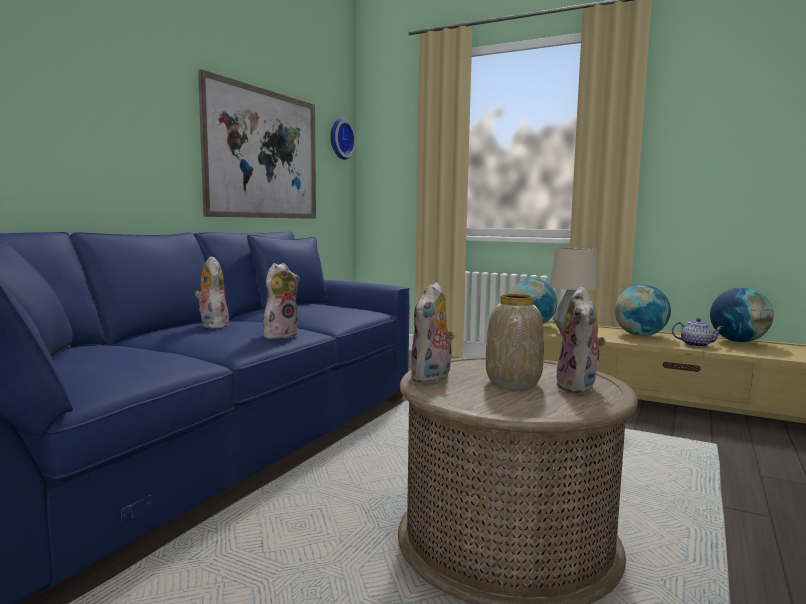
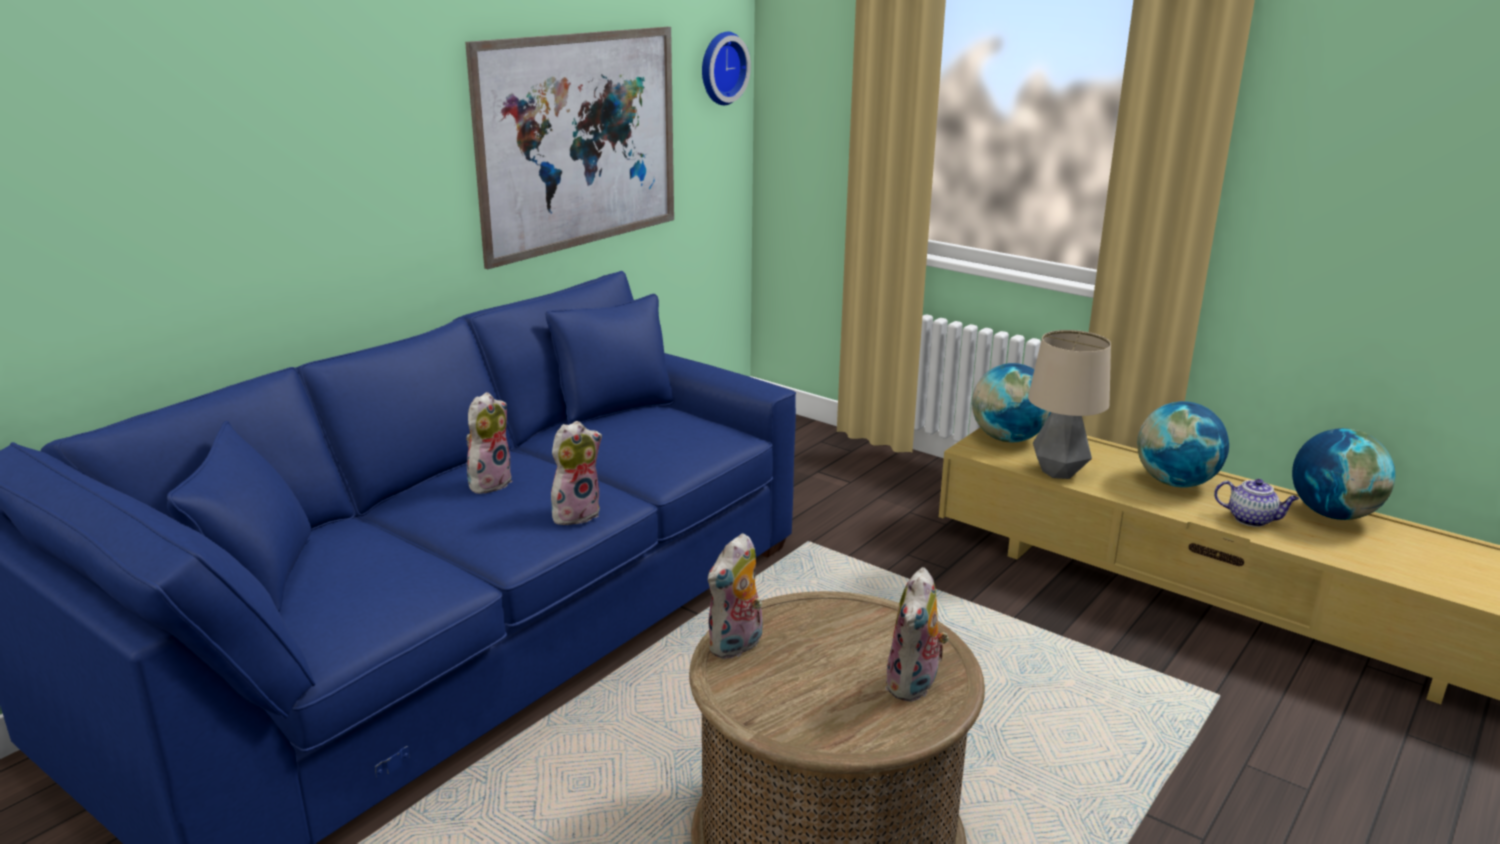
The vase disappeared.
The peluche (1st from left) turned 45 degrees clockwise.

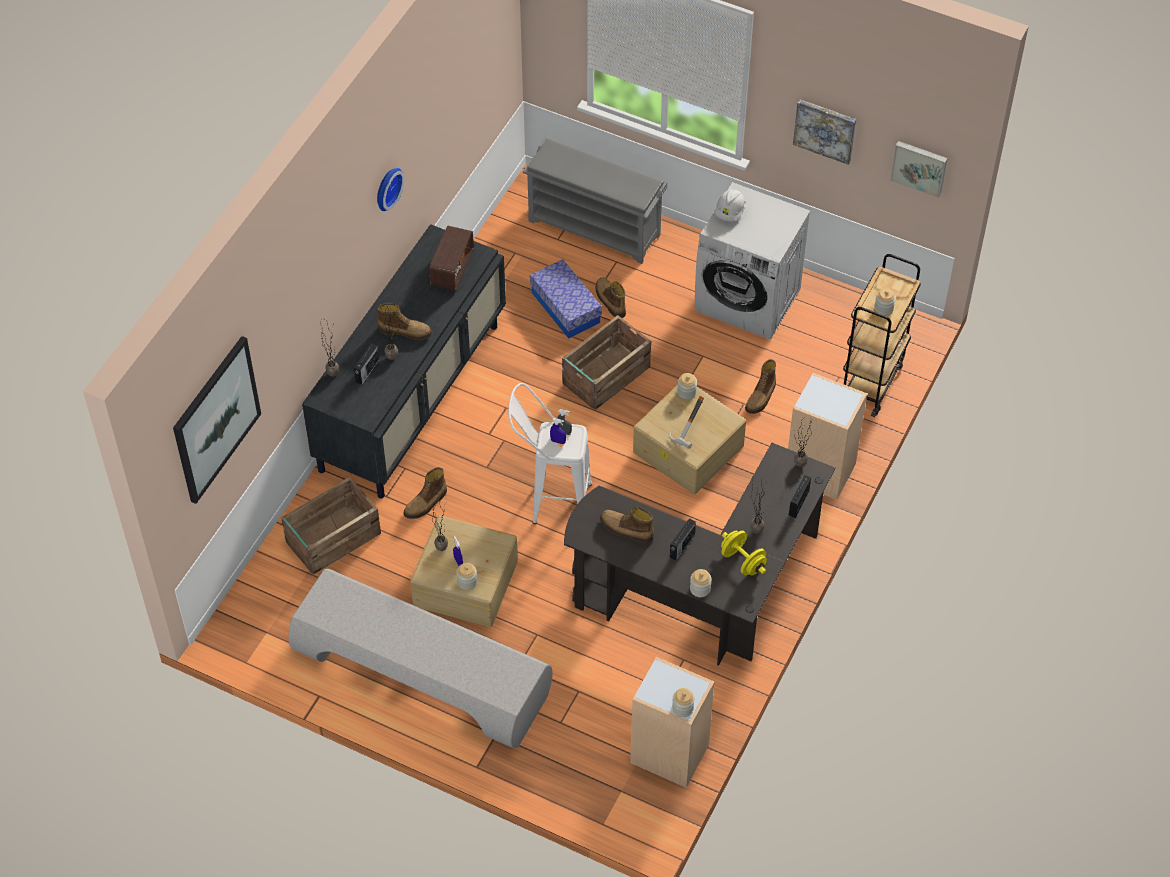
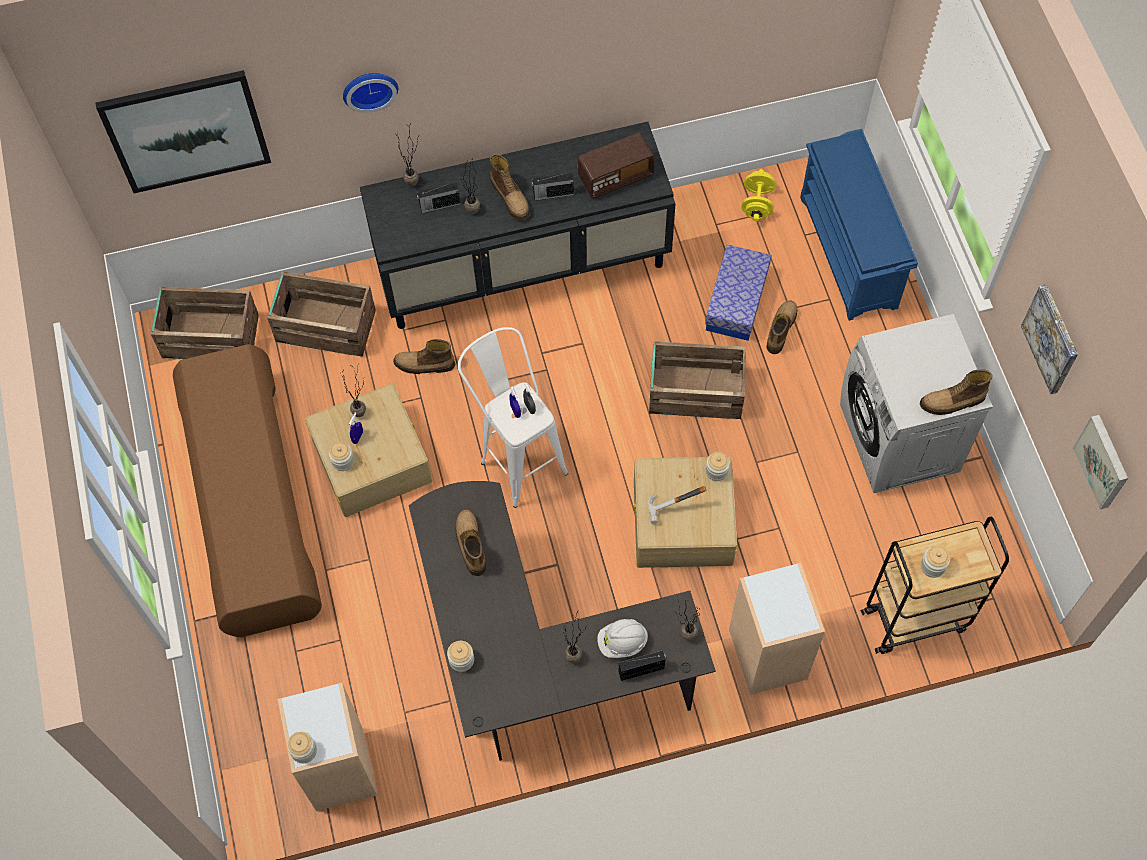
The caisse (1st from left) appeared.
The horloge murale moved.
The radio (3rd from left in the first image) moved.
The casque de chantier (blanc) moved.
The haltère (jaune) moved.
The botte (5th from left) moved.
The banc (gris) became the banc (marron).
The étagère à chaussures (gris) became the étagère à chaussures (bleu).

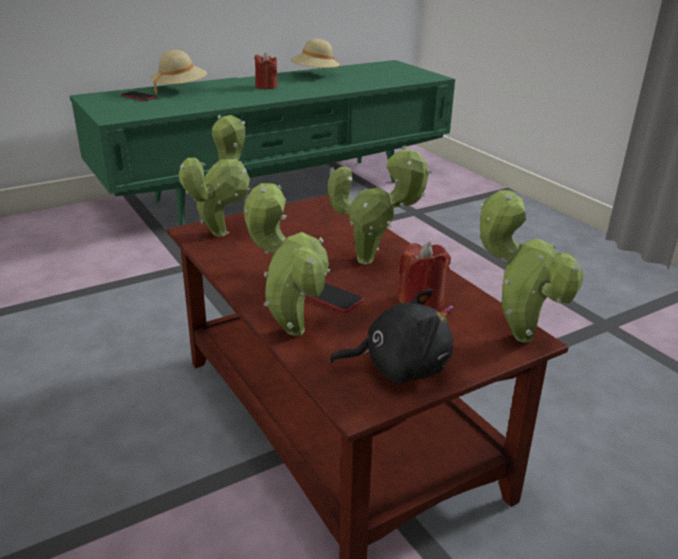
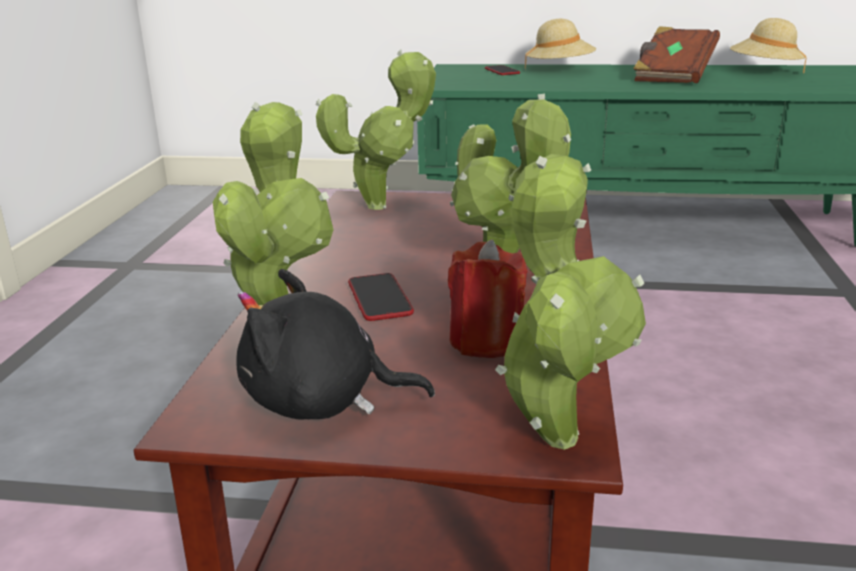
The bougie (rouge) (1st from left) was replaced by the livre (marron).
The peluche (noir) turned 150 degrees clockwise.

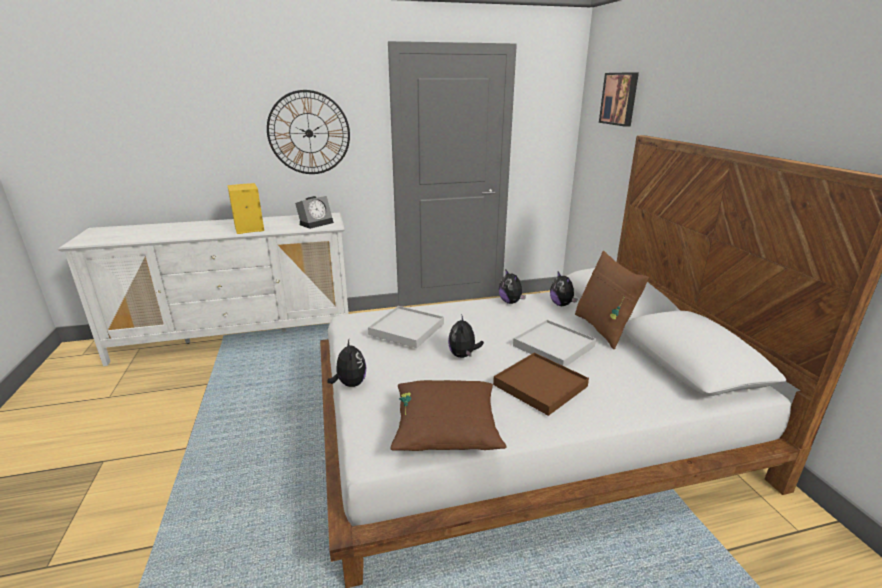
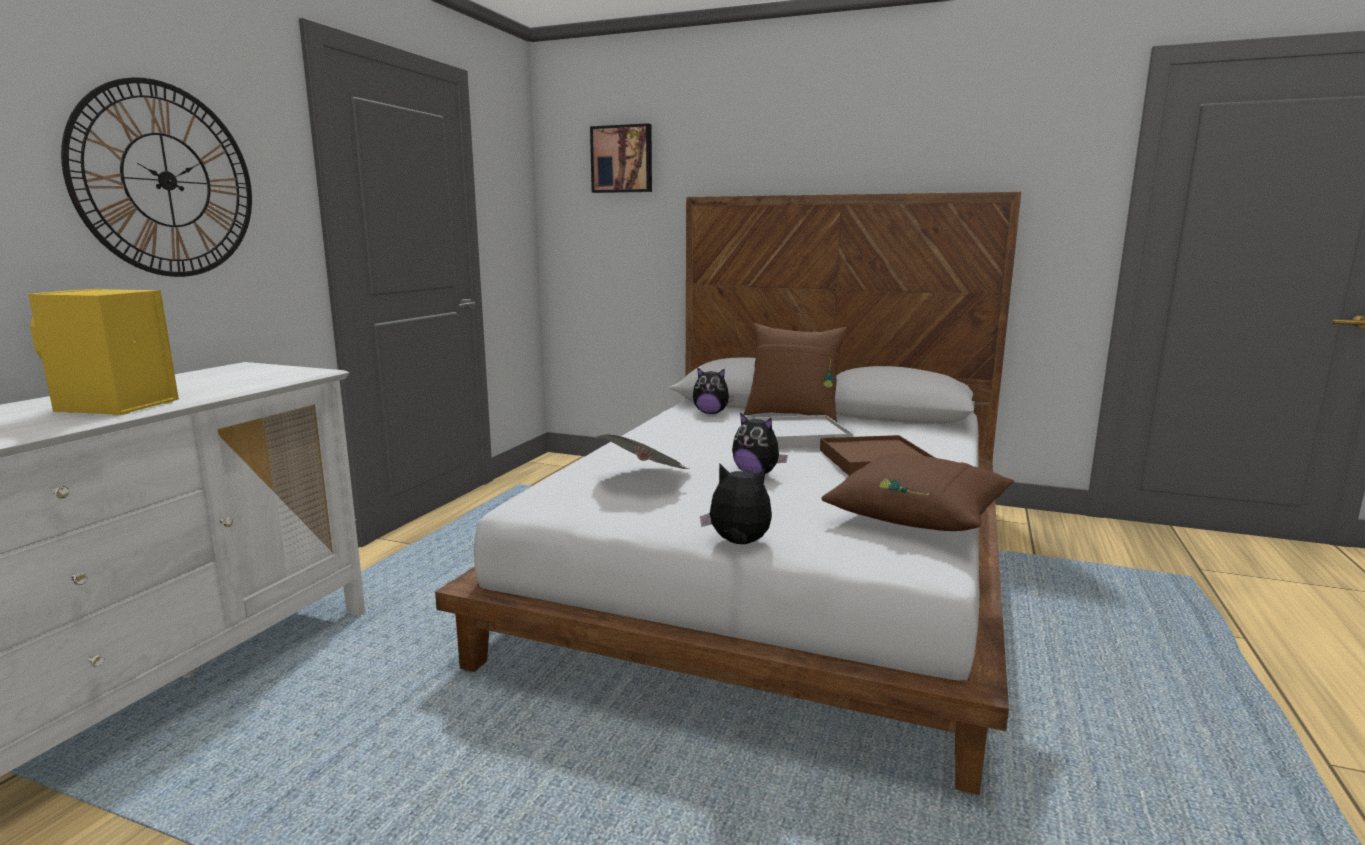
The réveil disappeared.
The peluche (3rd from left) disappeared.
The plateau (blanc) (1st from left) was replaced by the journal.

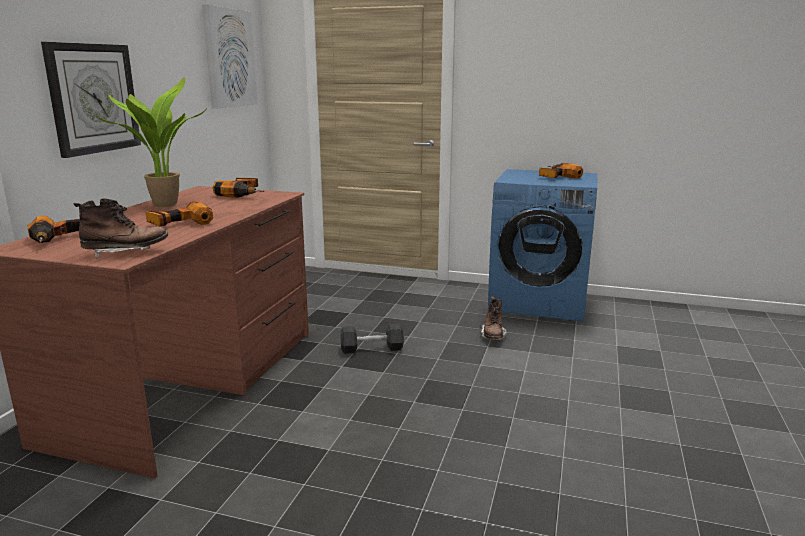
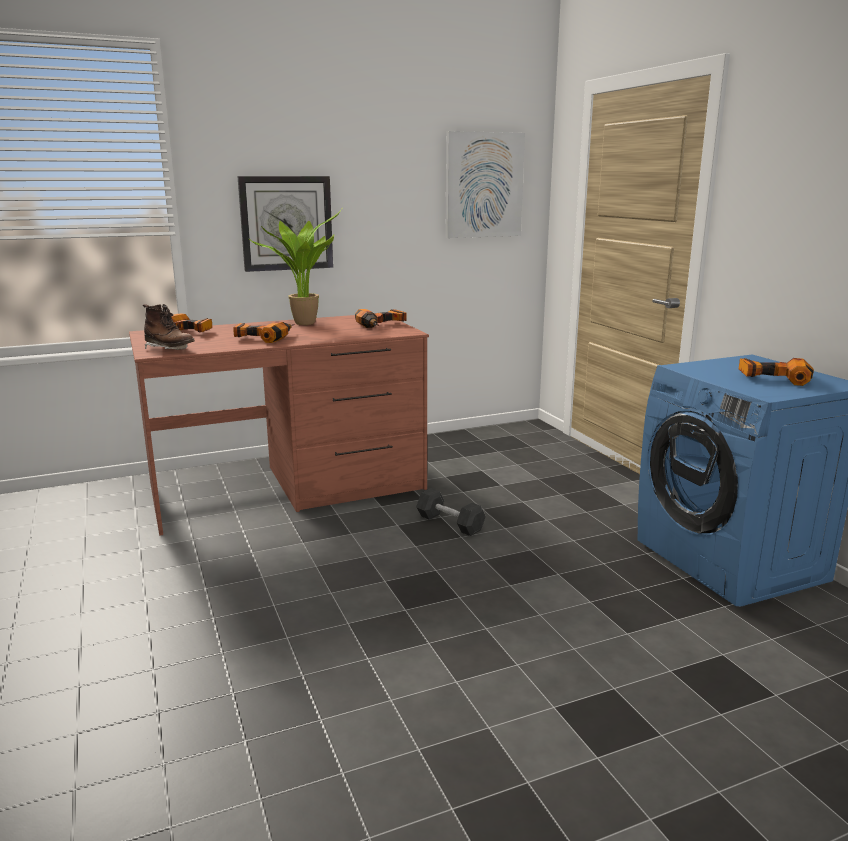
The botte (marron) (2nd from left) disappeared.

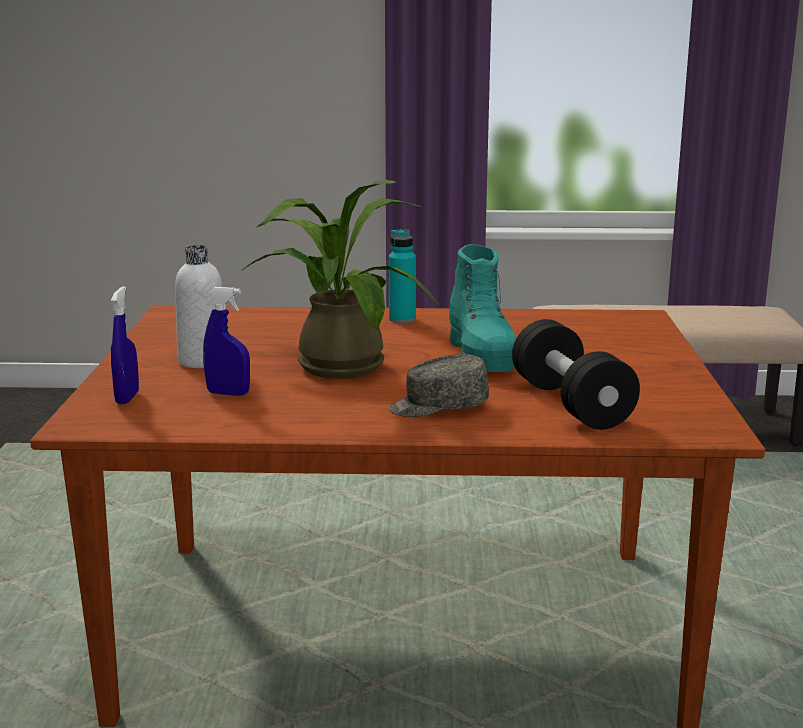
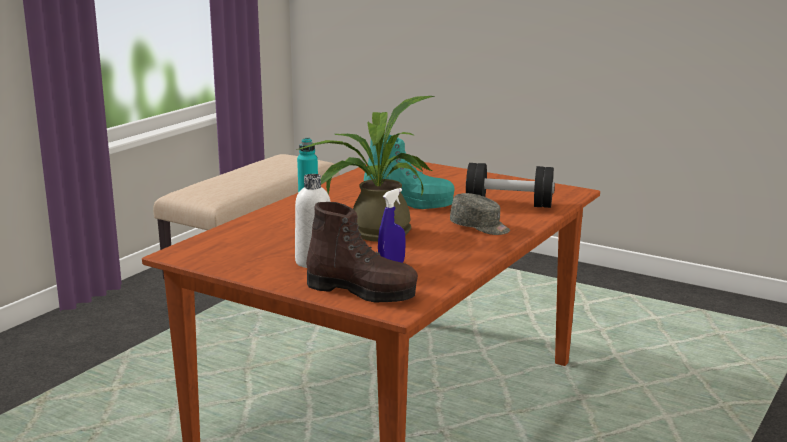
The vaporisateur (bleu) (1st from left) was replaced by the botte (marron).
The casquette (gris) turned 75 degrees counterclockwise.

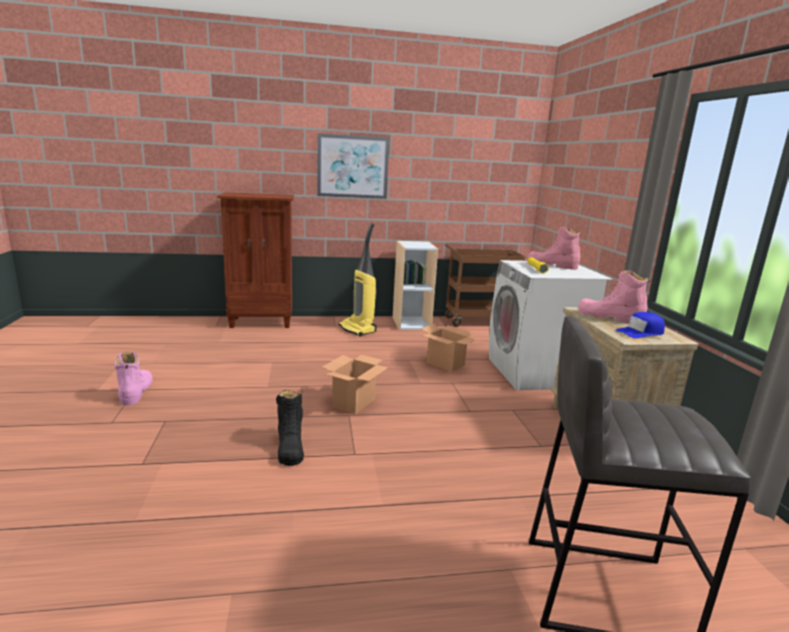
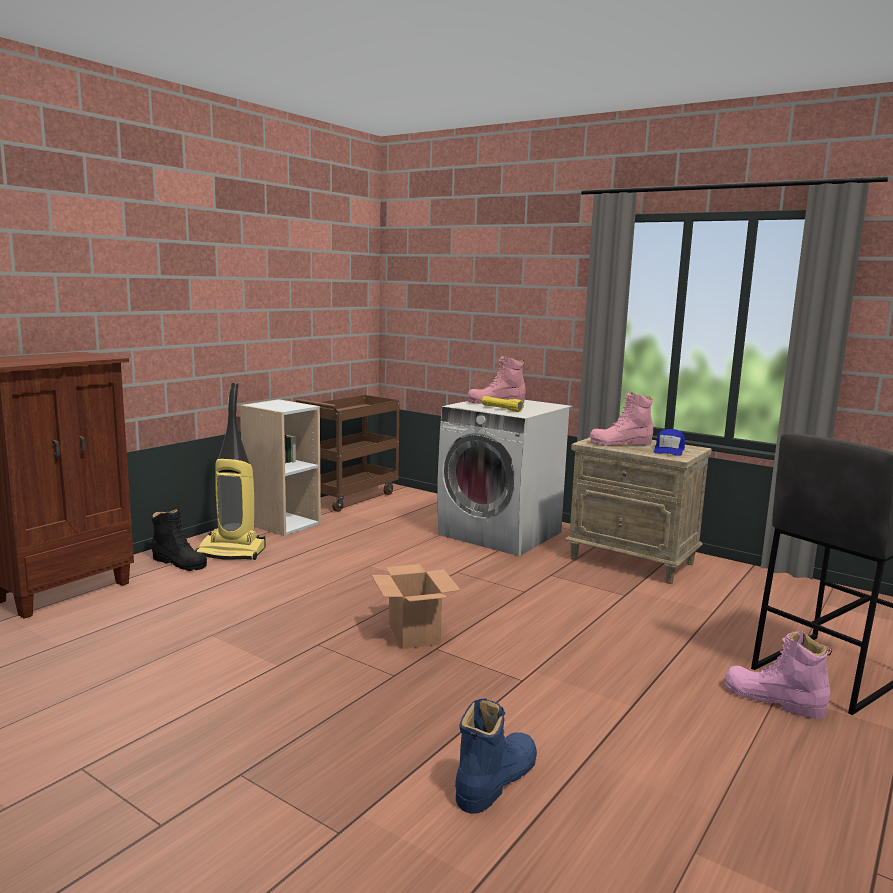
The tableau disappeared.
The carton (2nd from left) disappeared.
The botte (bleu) appeared.
The botte (rose) (1st from left in the first image) moved.
The botte (noir) moved.

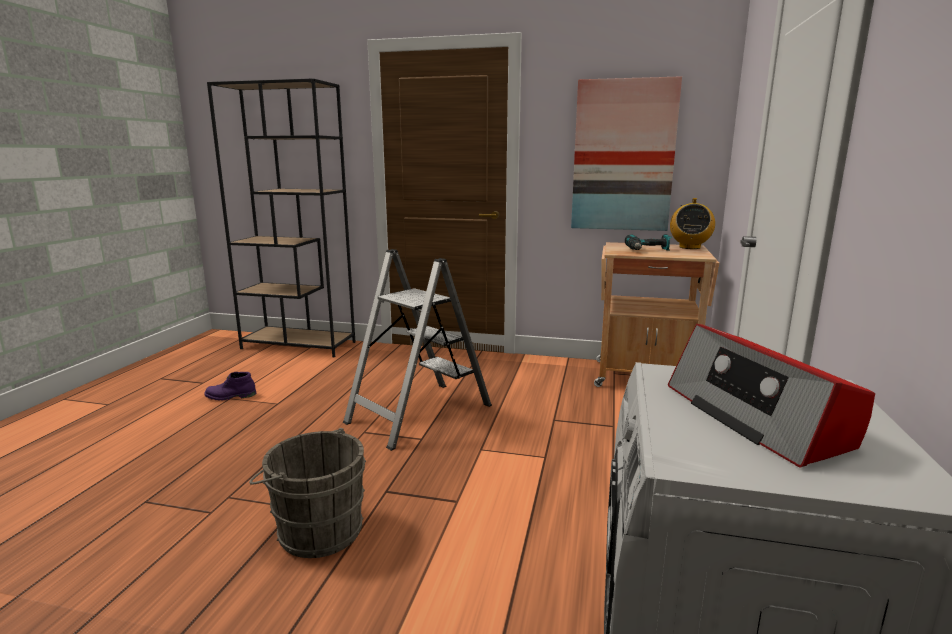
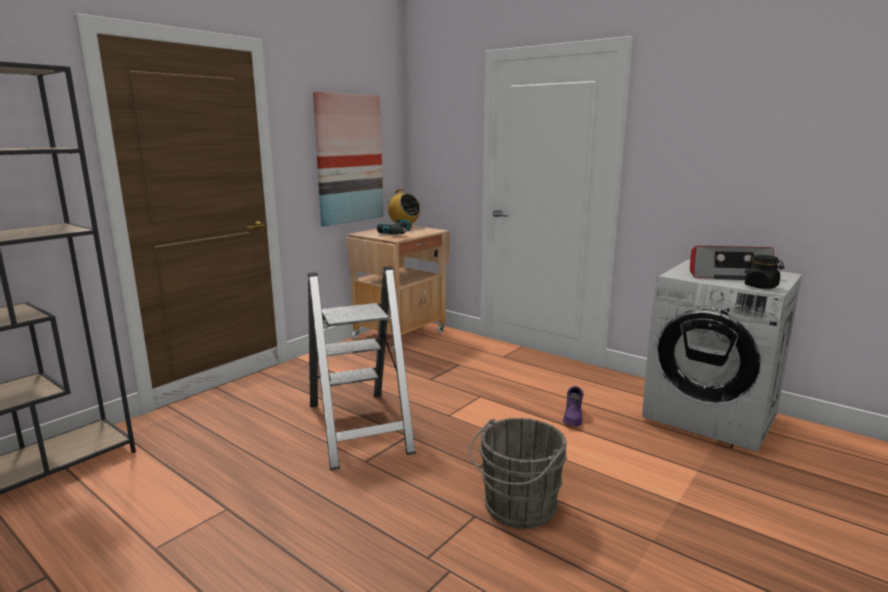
The bocal (noir) appeared.
The botte (violet) moved.

